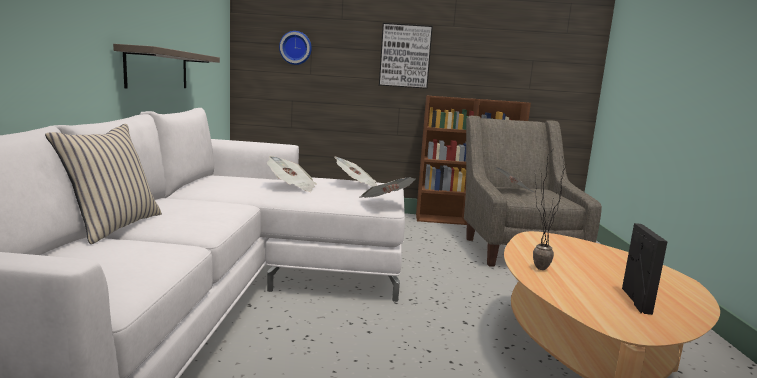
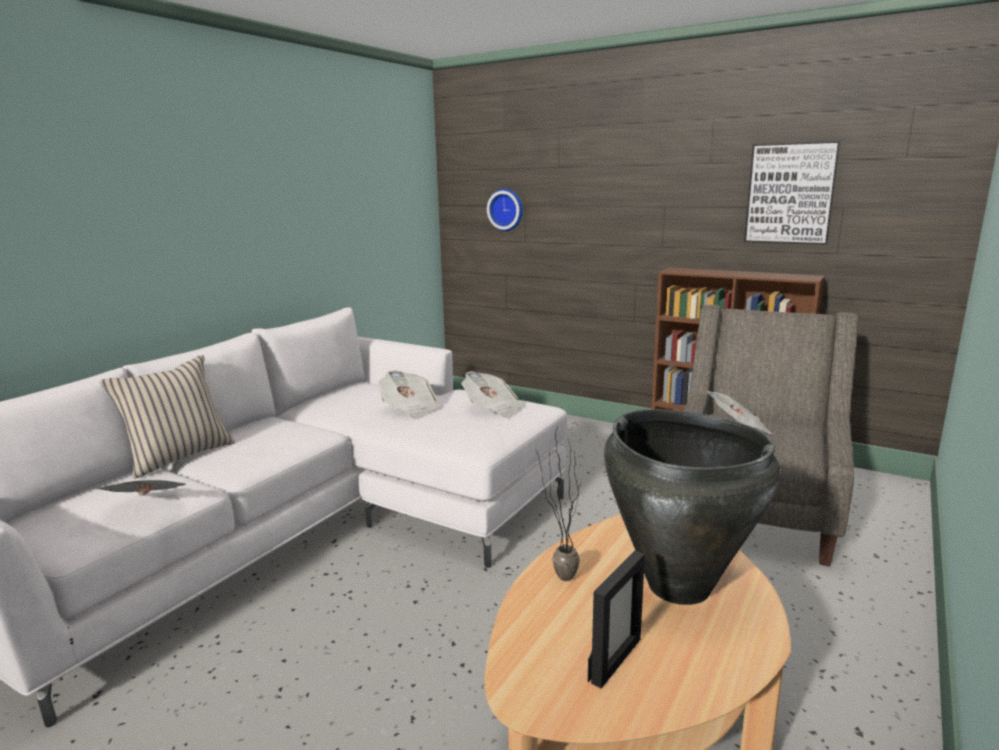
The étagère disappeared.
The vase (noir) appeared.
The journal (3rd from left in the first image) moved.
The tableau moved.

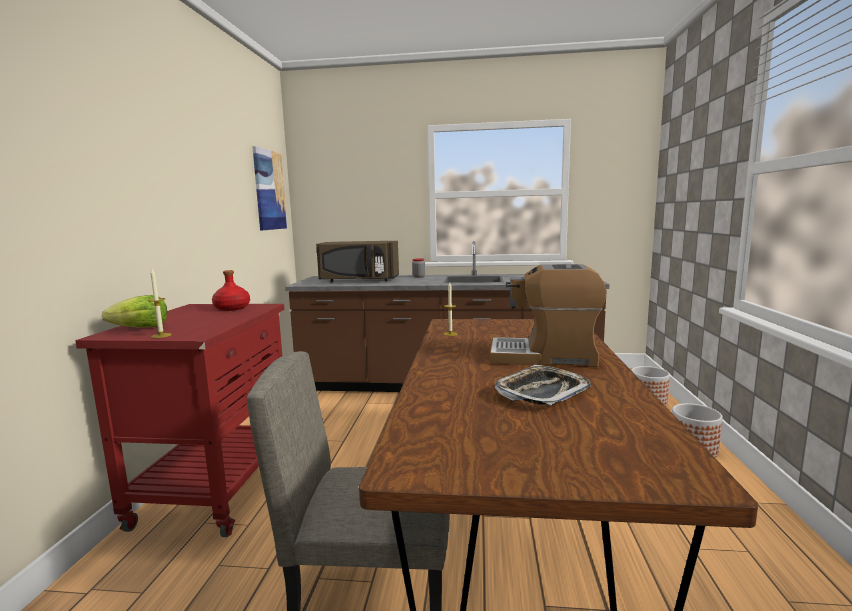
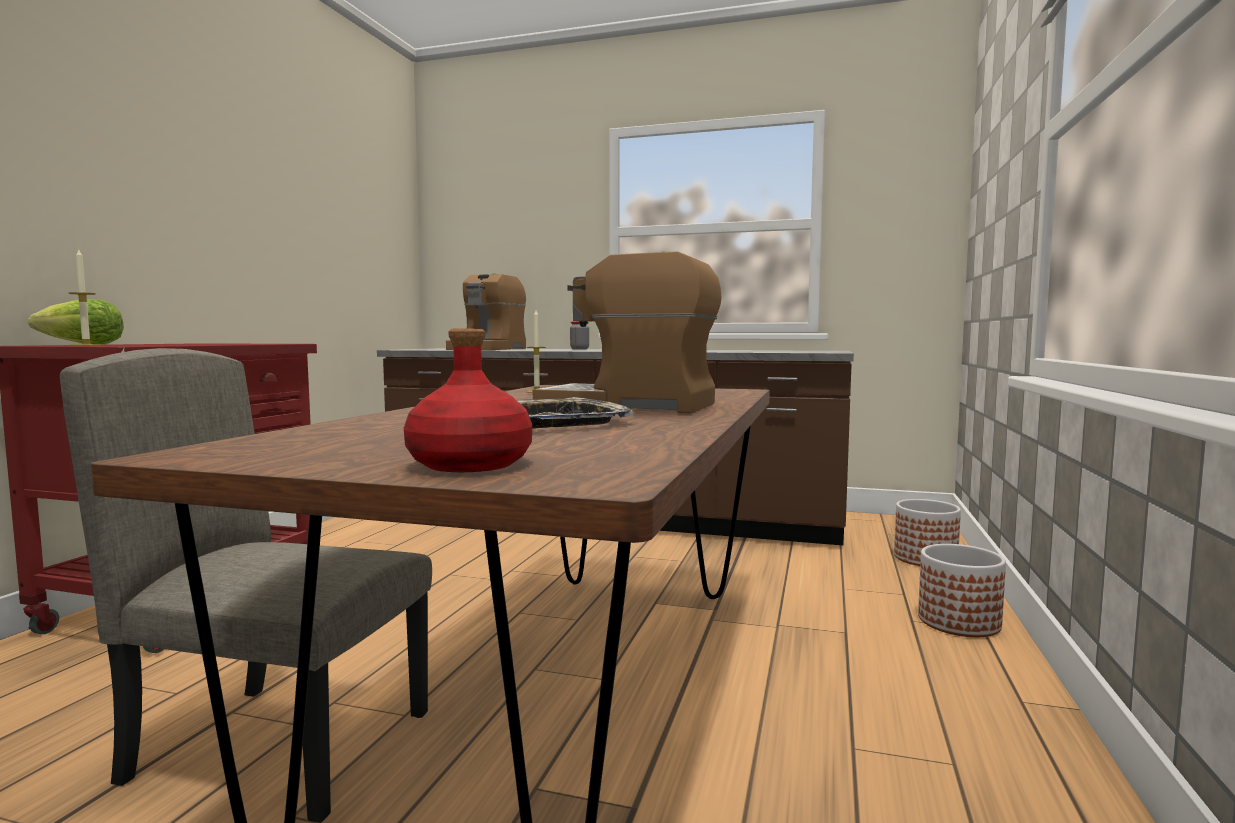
The tableau disappeared.
The bouteille (rouge) moved.
The micro-ondes (marron) was replaced by the machine à café (1st from left).

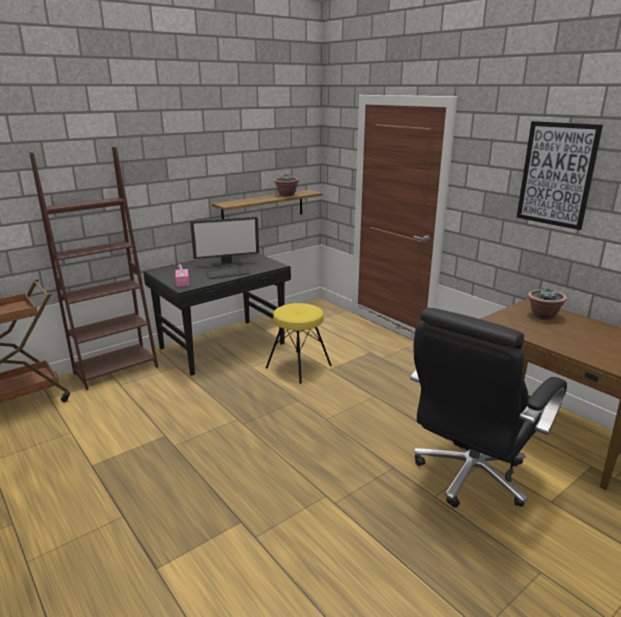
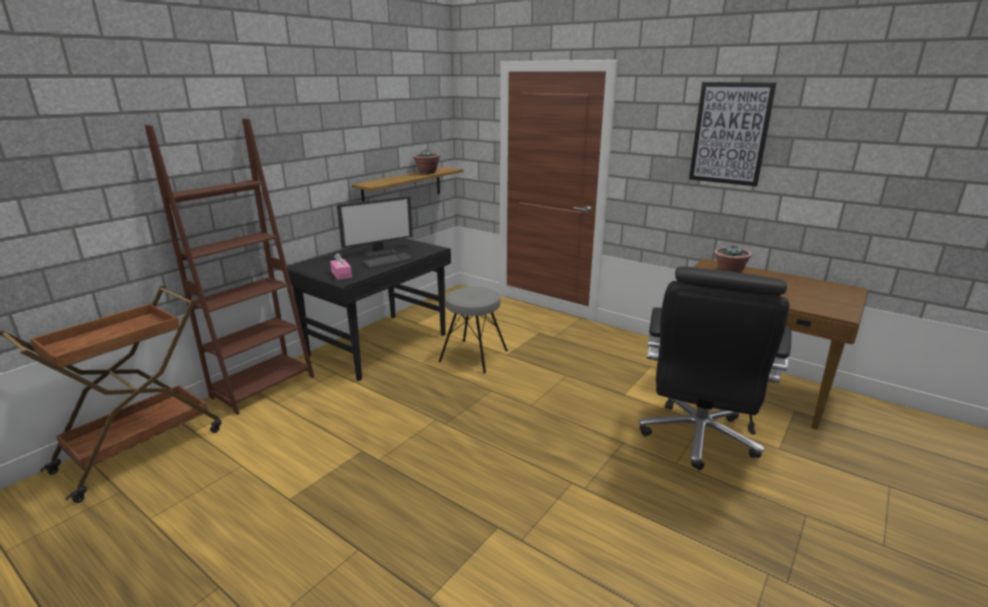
The tabouret (jaune) became the tabouret (gris).

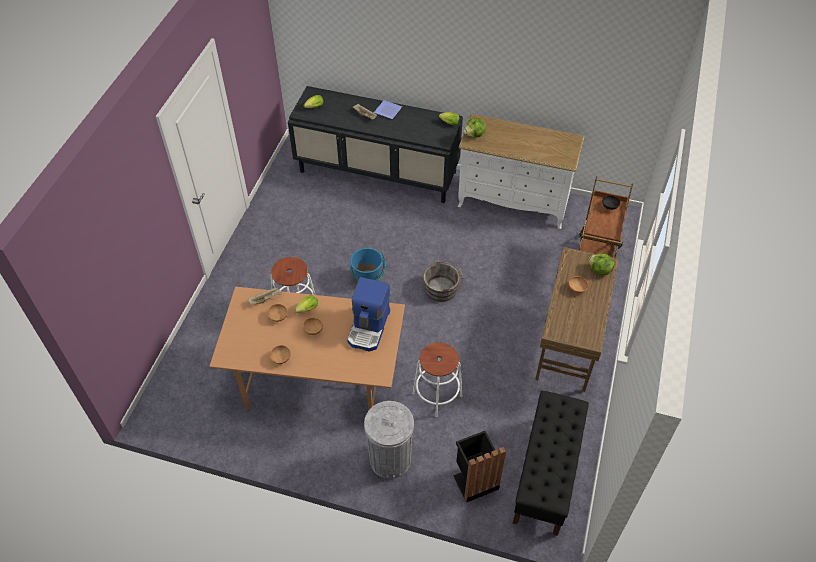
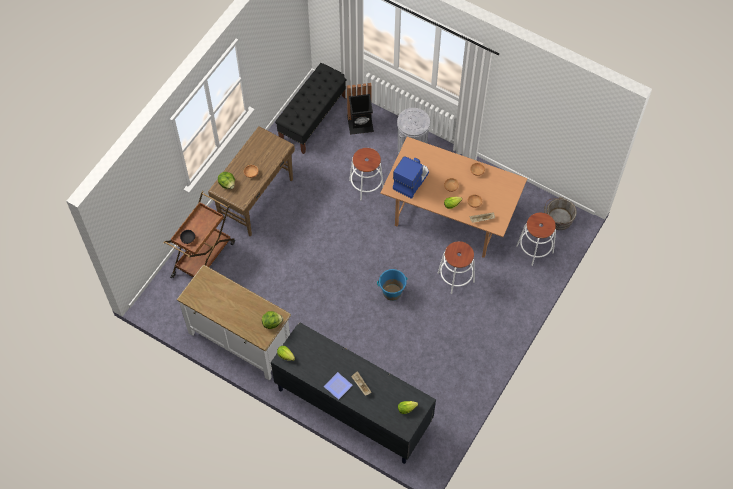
The tabouret (blanc) (3rd from left) appeared.
The seau (gris) moved.

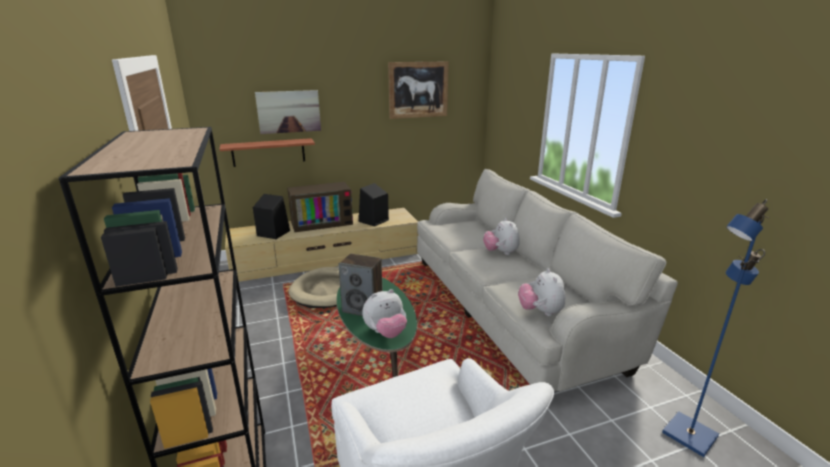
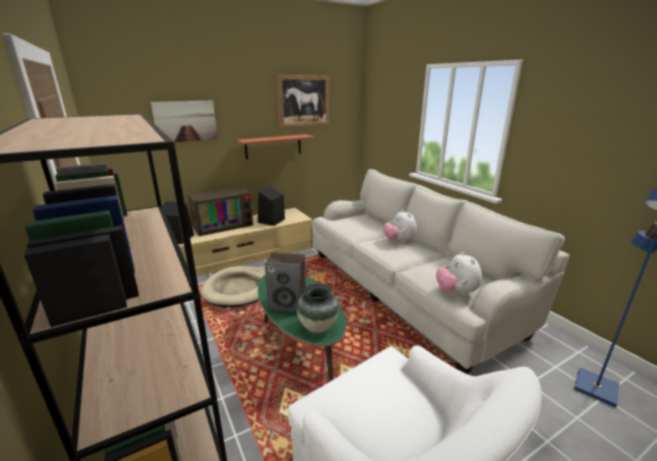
The étagère moved.
The peluche (1st from left) was replaced by the vase.

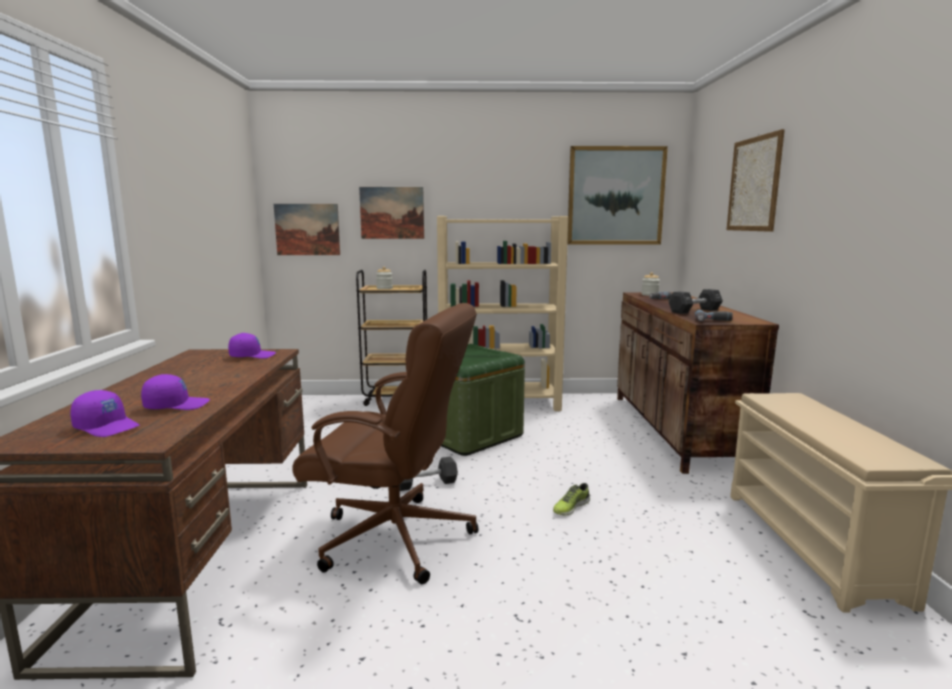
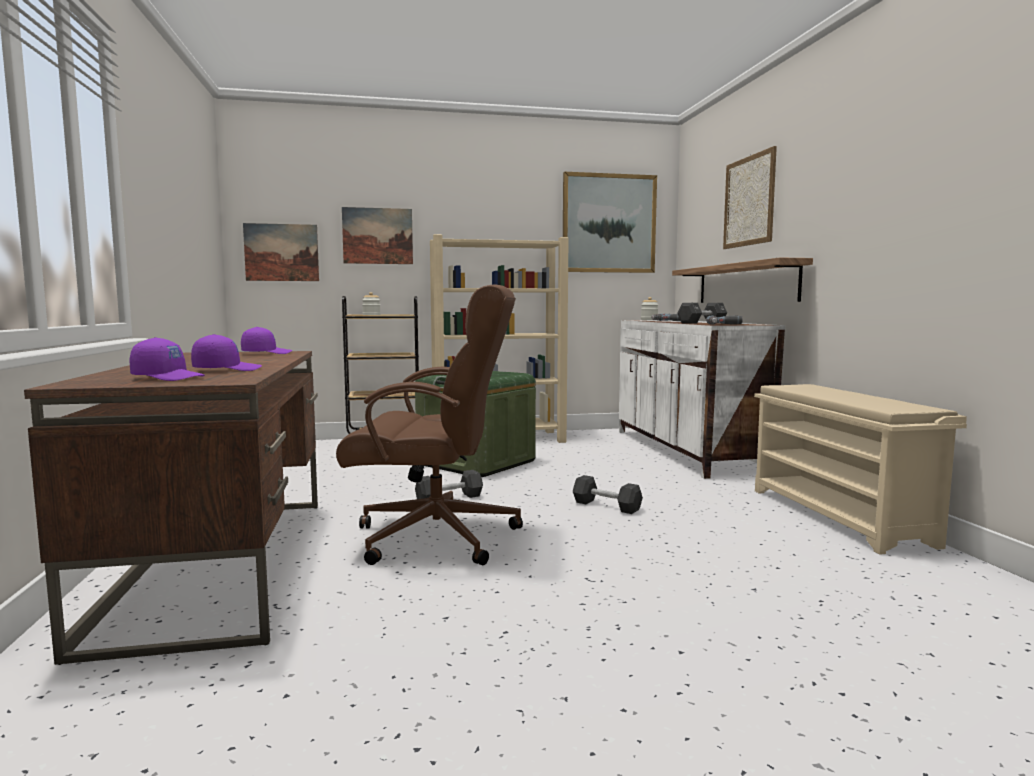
The étagère appeared.
The chaussure was replaced by the haltère (noir) (2nd from left).
The meuble de rangement (marron) became the meuble de rangement (blanc).

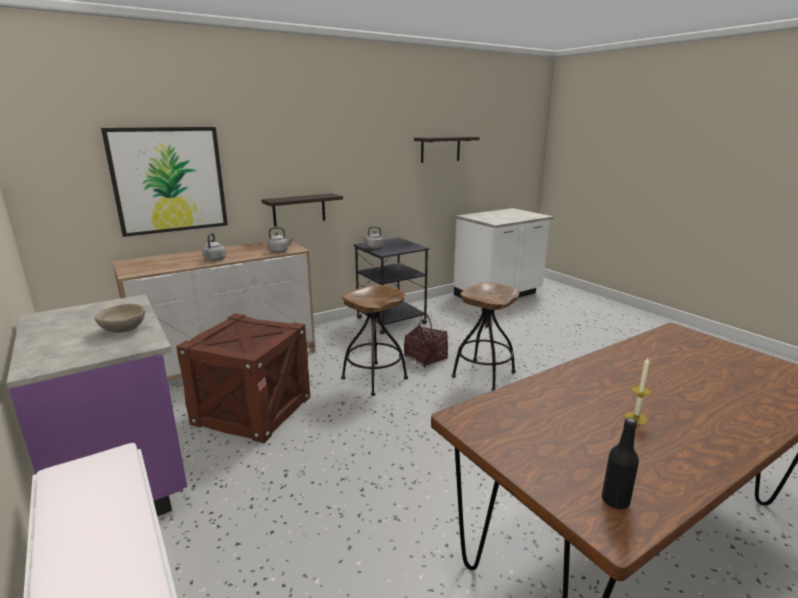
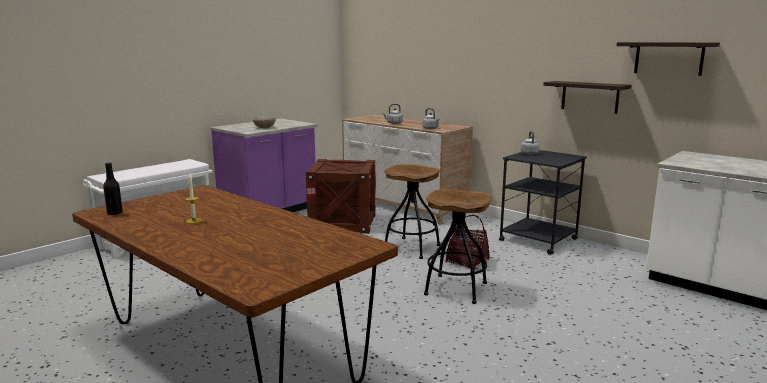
The tableau disappeared.
The étagère (1st from left) moved.

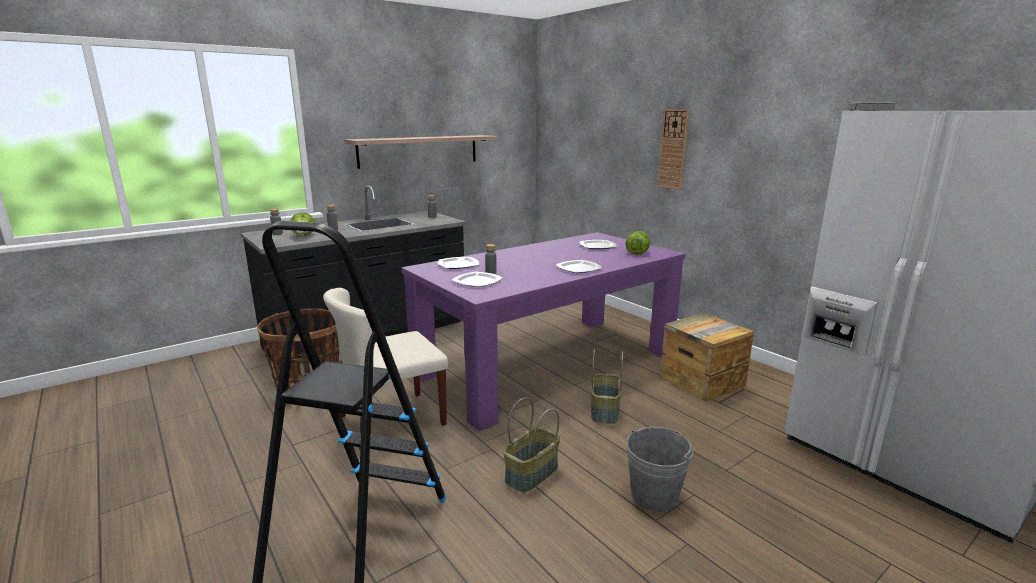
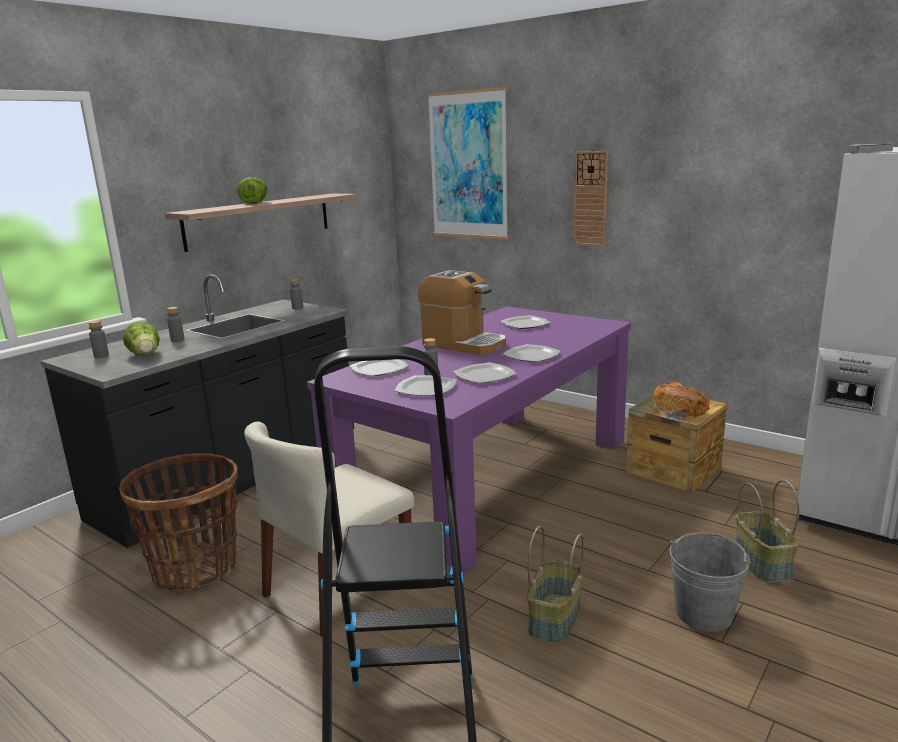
The machine à café appeared.
The tableau appeared.
The assiette (3rd from left) appeared.
The pain appeared.
The panier (3rd from left) moved.
The laitue (2nd from left) moved.

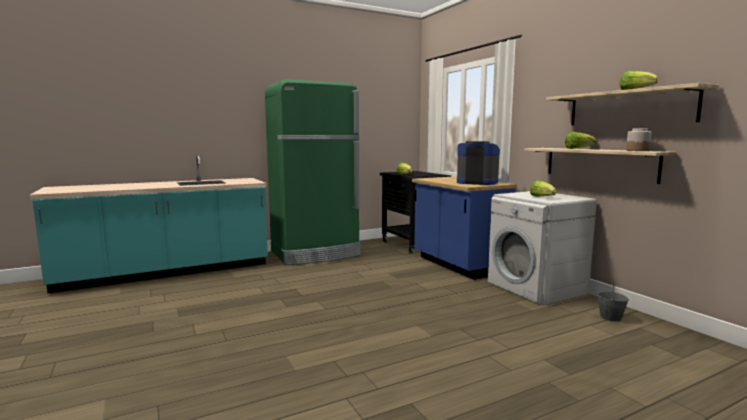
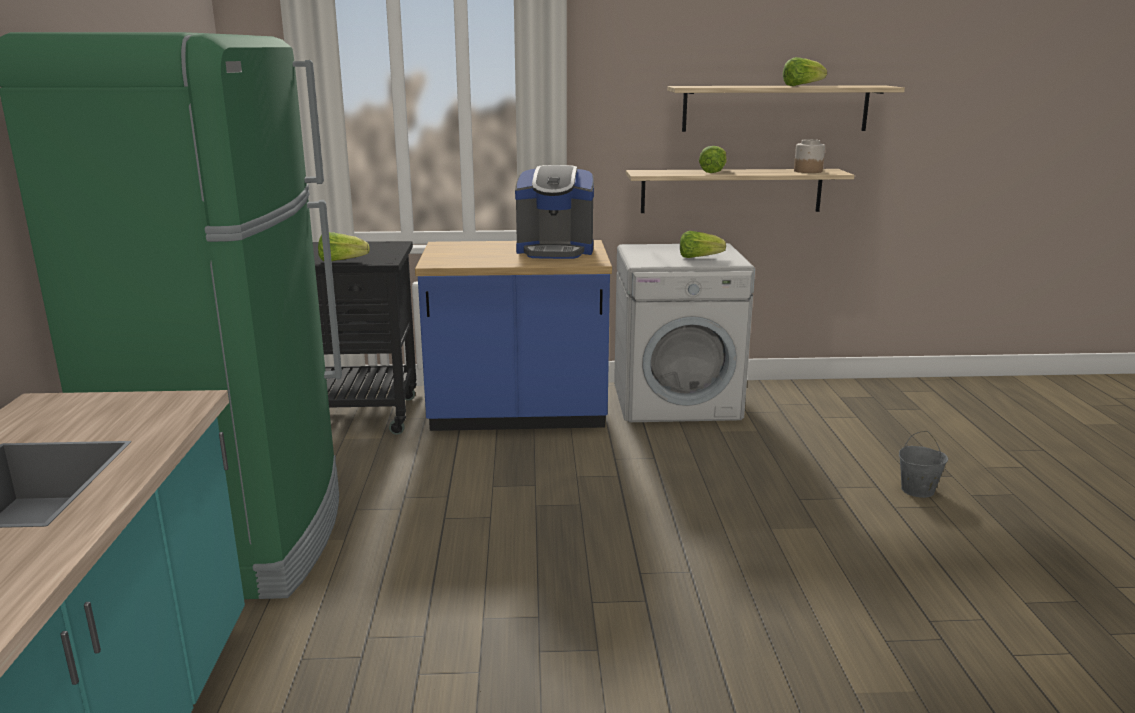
The seau (gris) moved.
The machine à café turned 135 degrees counterclockwise.

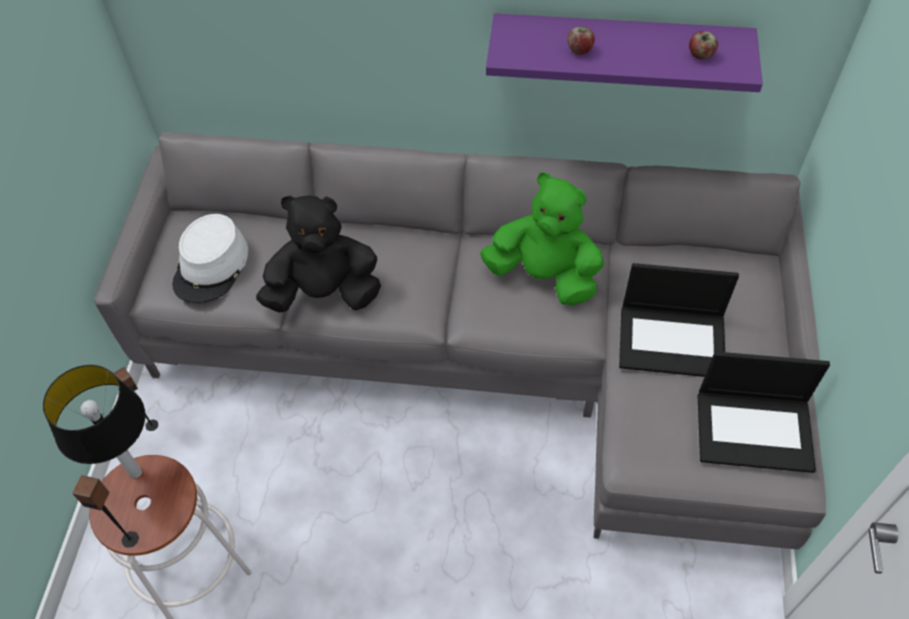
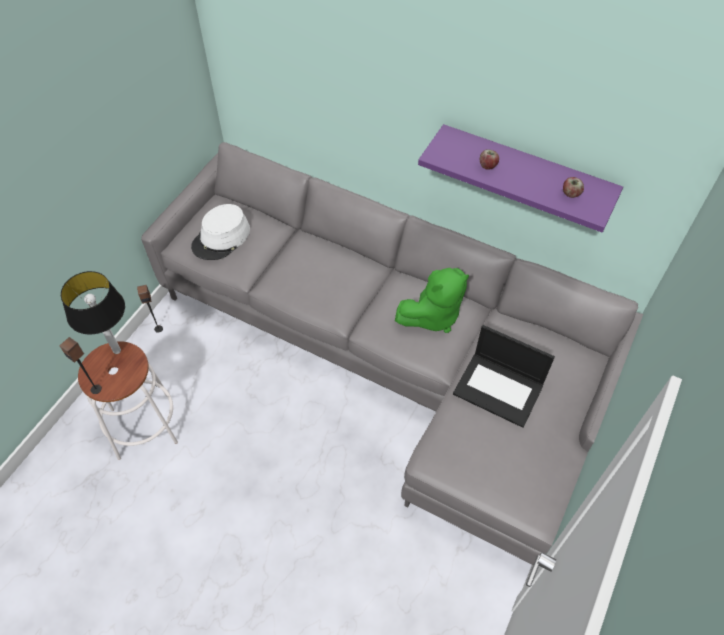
The peluche (noir) disappeared.
The ordinateur portable (2nd from left) disappeared.
The peluche (vert) turned 105 degrees clockwise.

